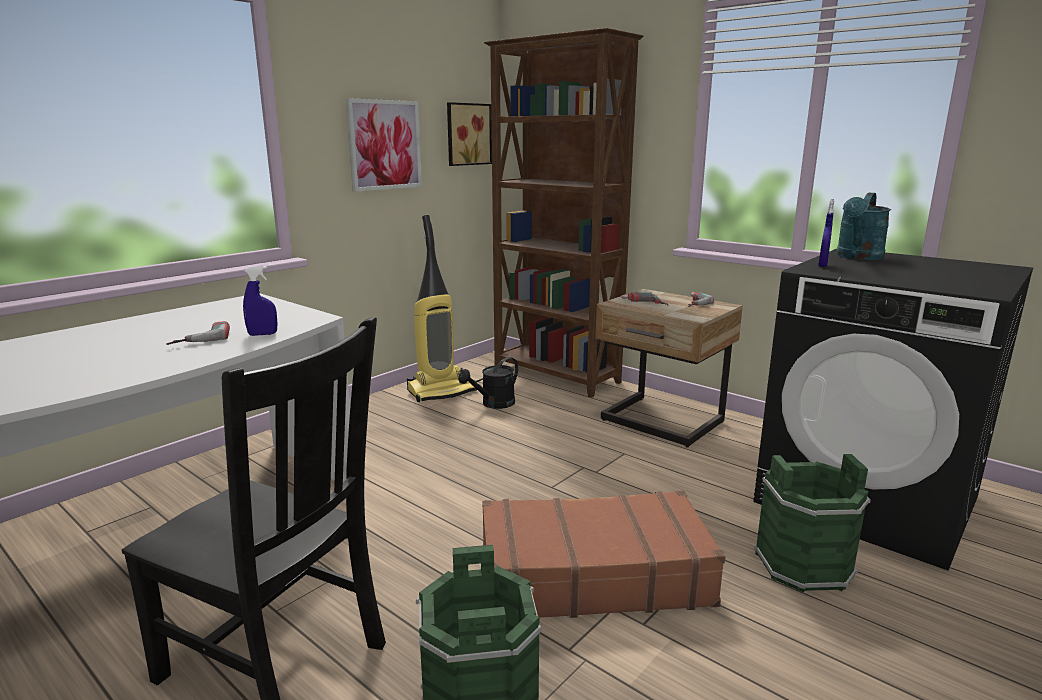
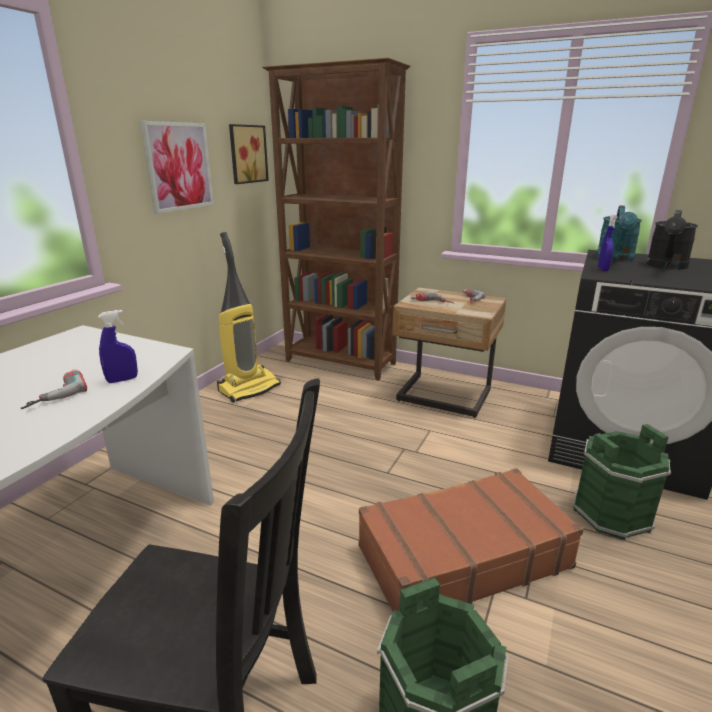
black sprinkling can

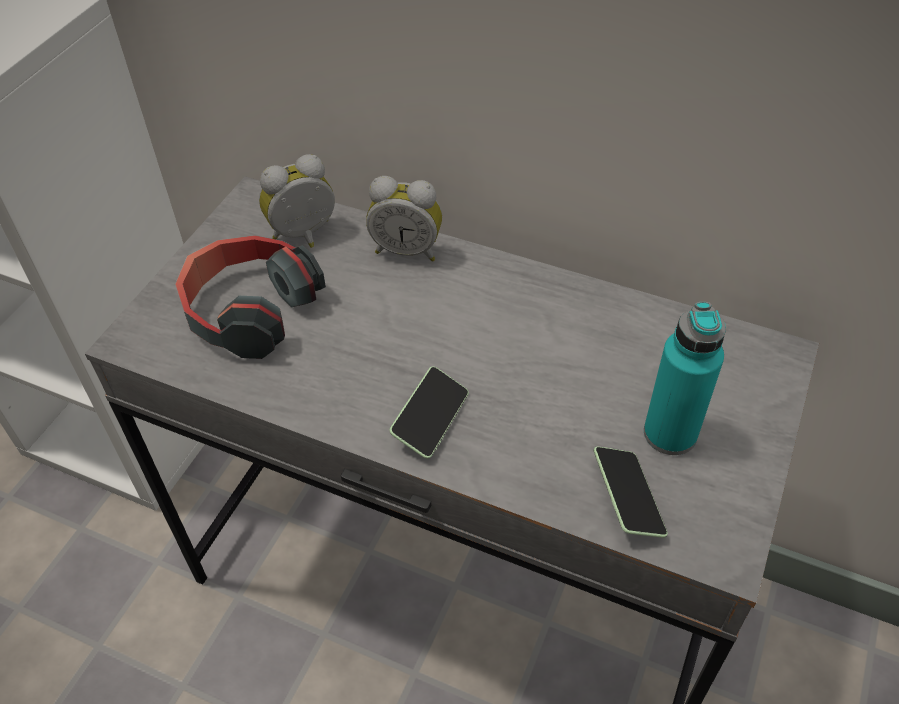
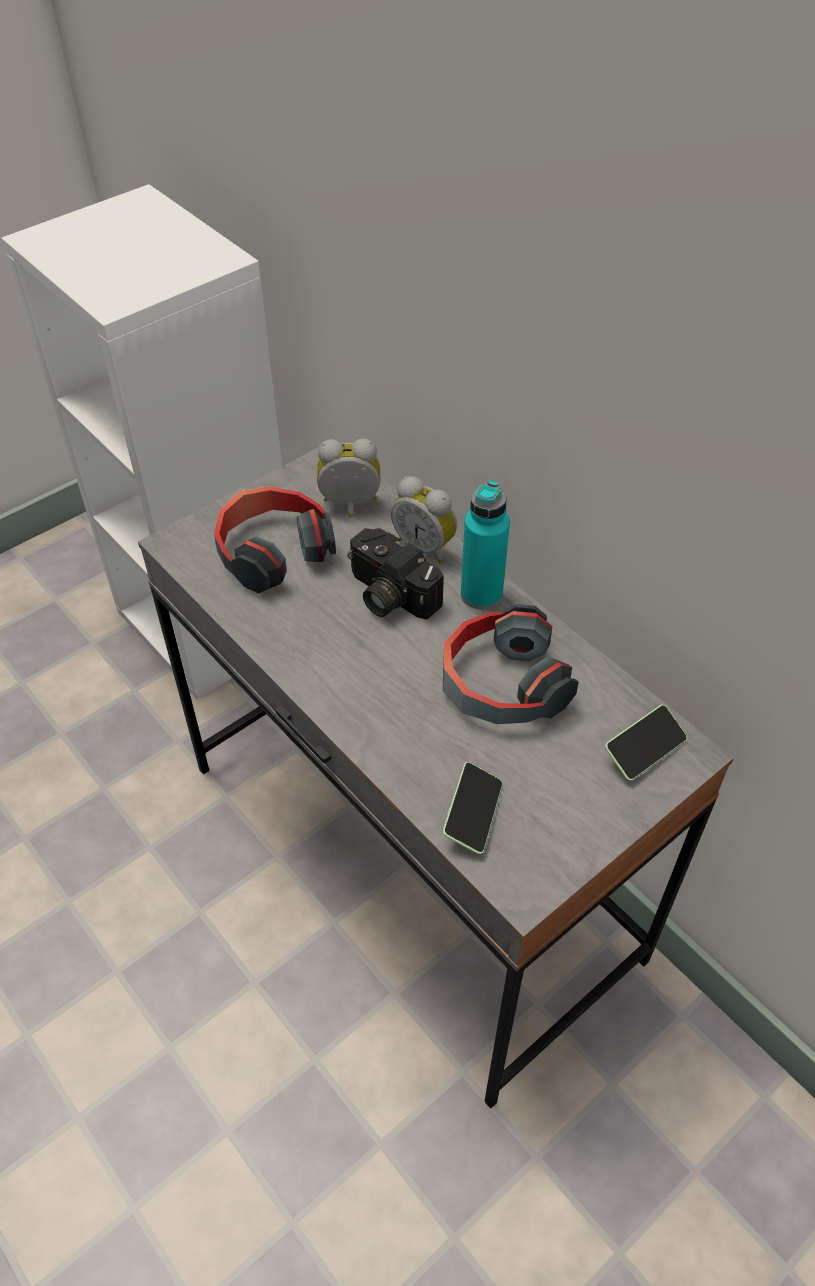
blue-green beverage bottle
telephone (2nd from left)
still camera
headphones (2nd from left)

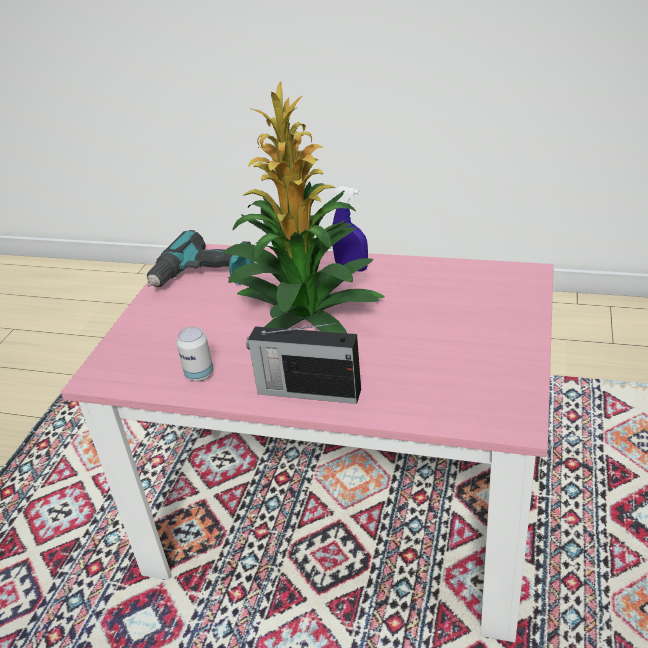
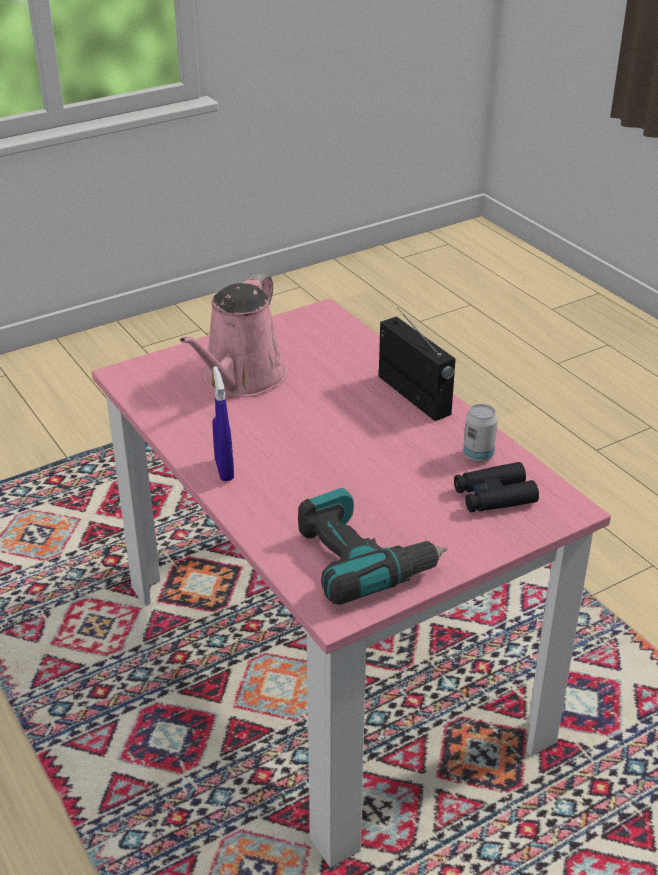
plant in a pot
pink sprinkling can
black pair of binoculars

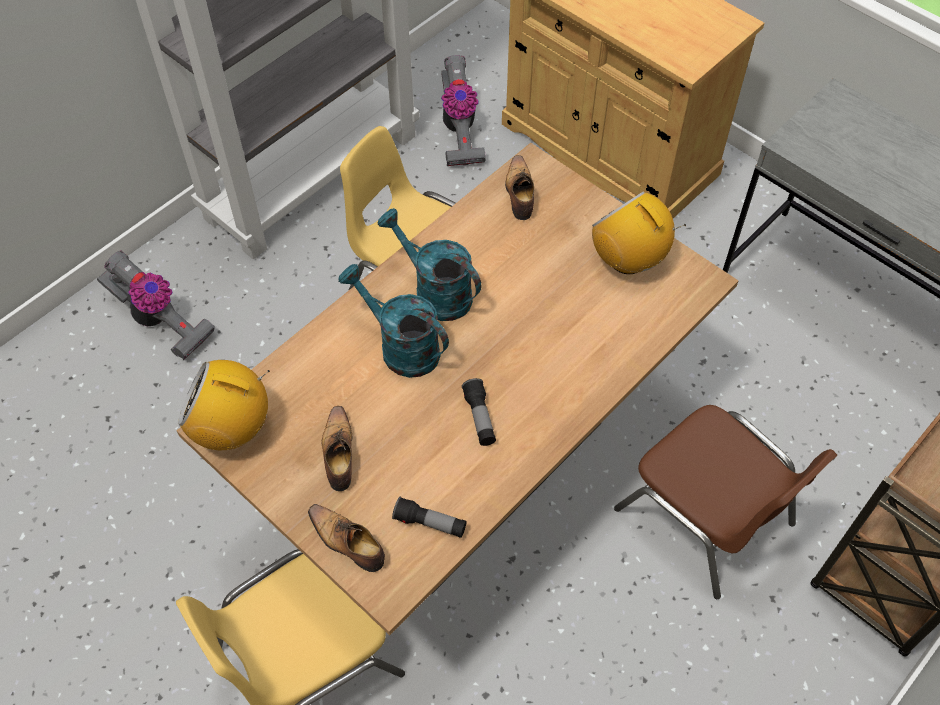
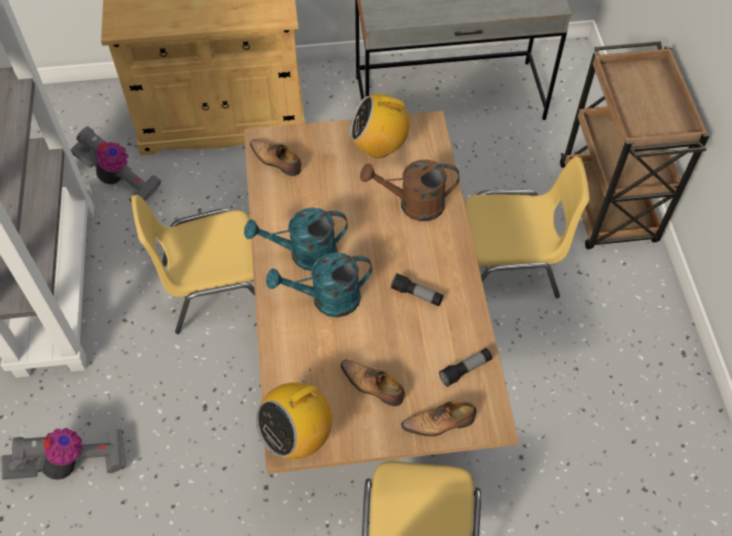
yellow-coloured chair (3rd from left)
brown-coloured sprinkling can

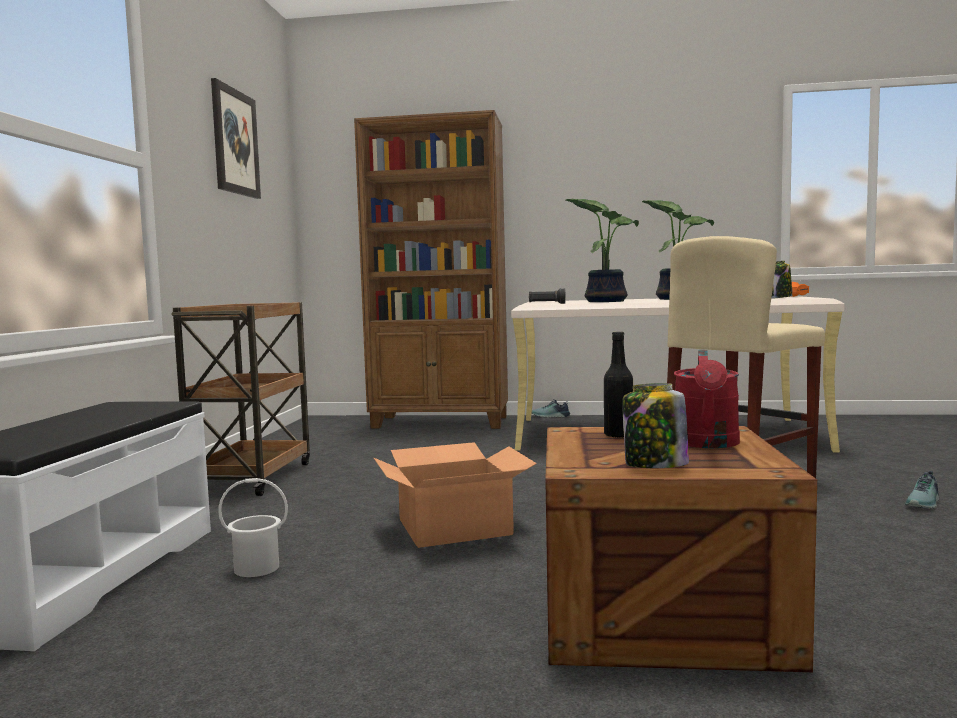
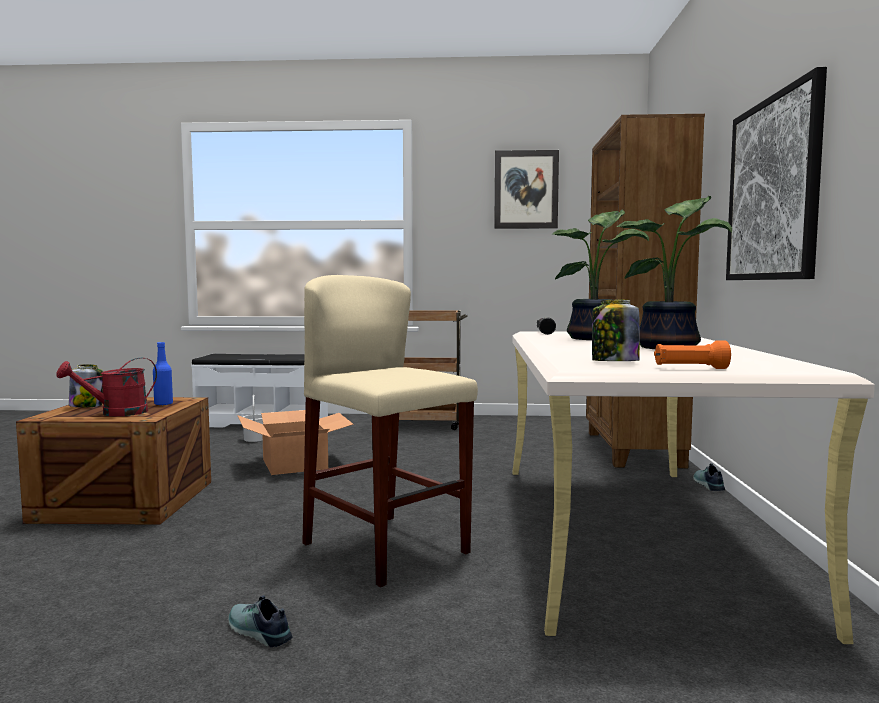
bluish beverage bottle
red sprinkling can
wall art (2nd from left)

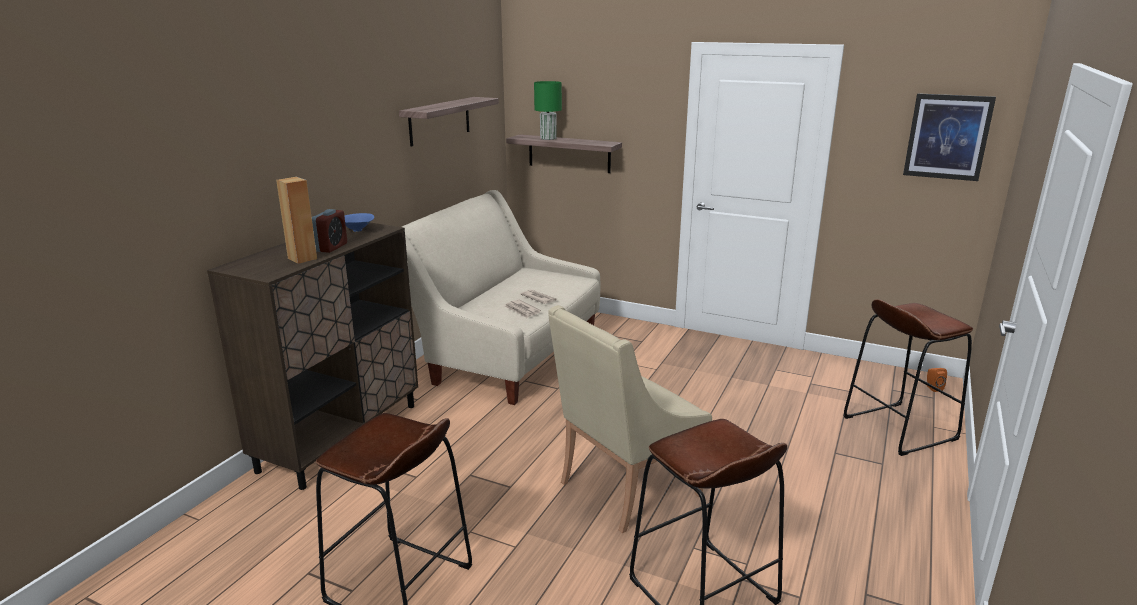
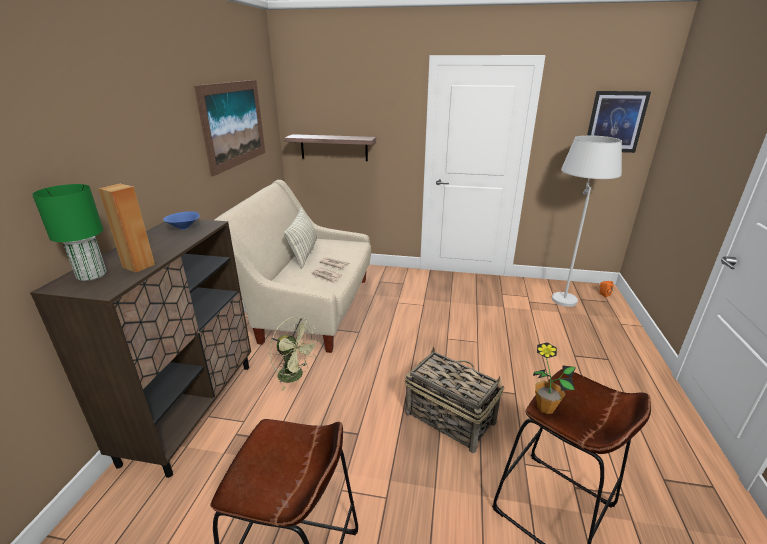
greenish table lamp
wall art (1st from left)
table clock
brown-coloured stool seat (3rd from left in the first image)
basket
whitish standard lamp
throw pillow
greenish cooling fan
plant in a pot

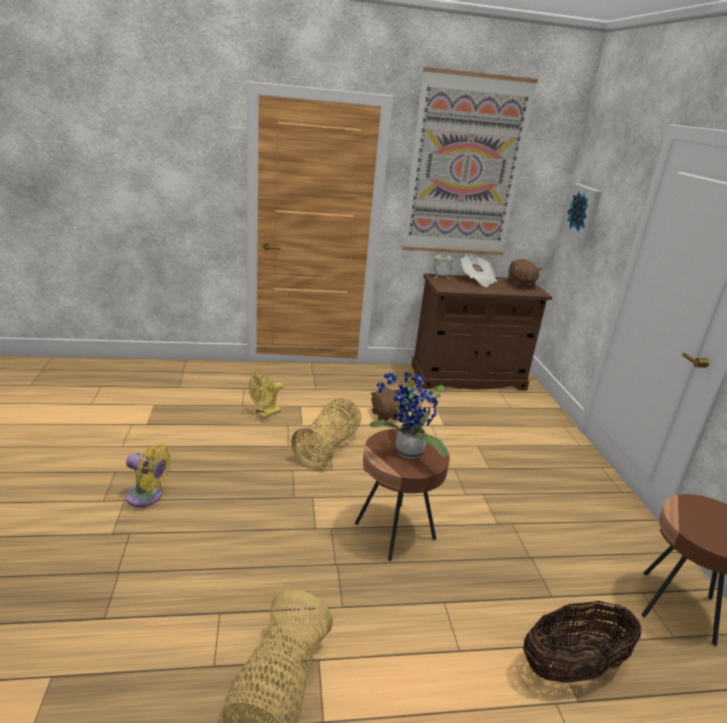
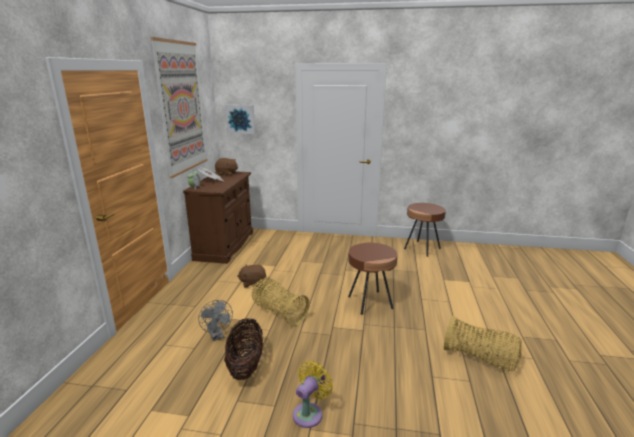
gray cooling fan
plant in a pot
basket (1st from left)

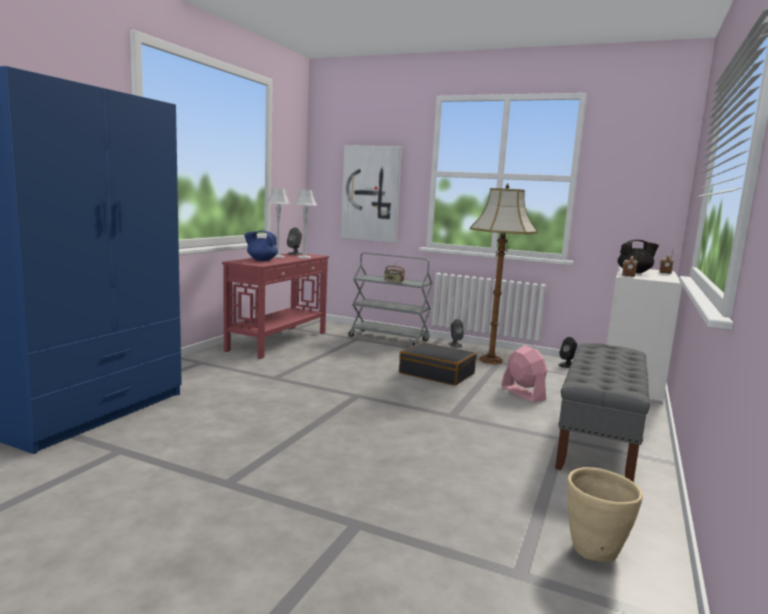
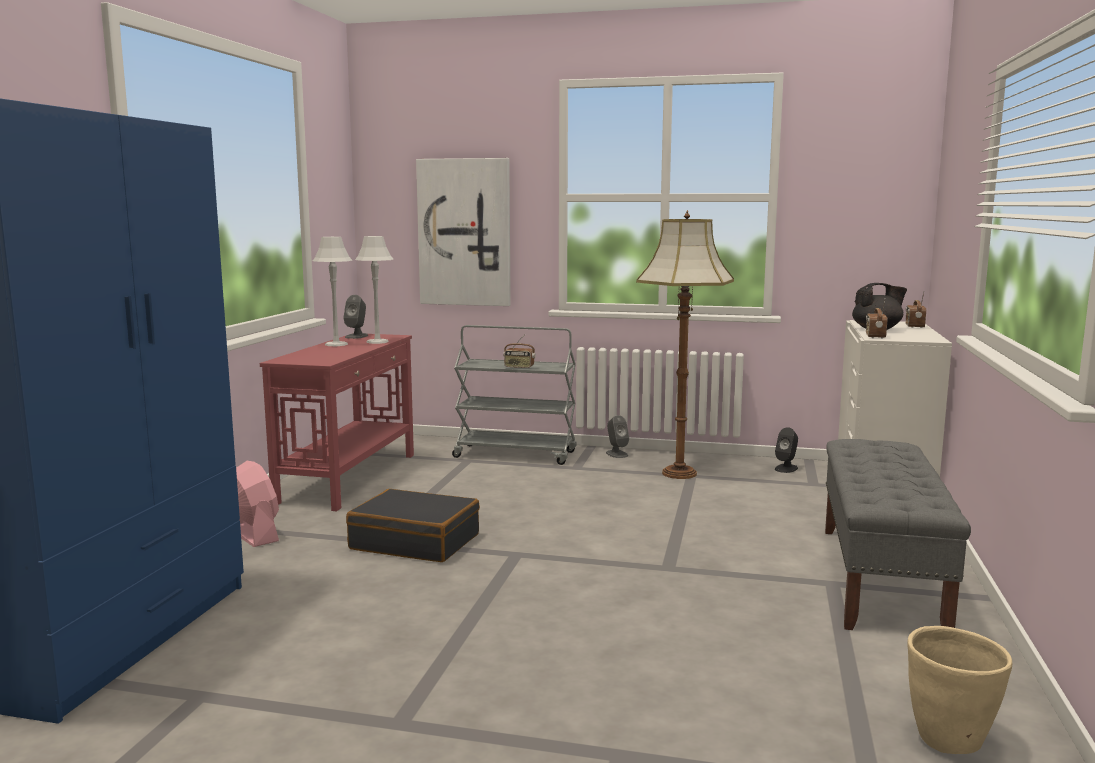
bluish teapot
black suitcase
pink cooling fan

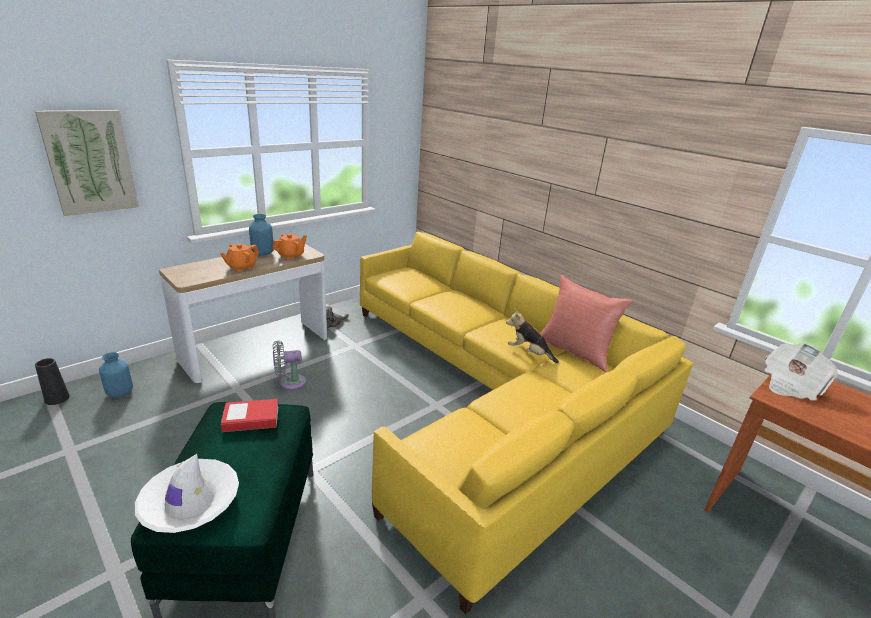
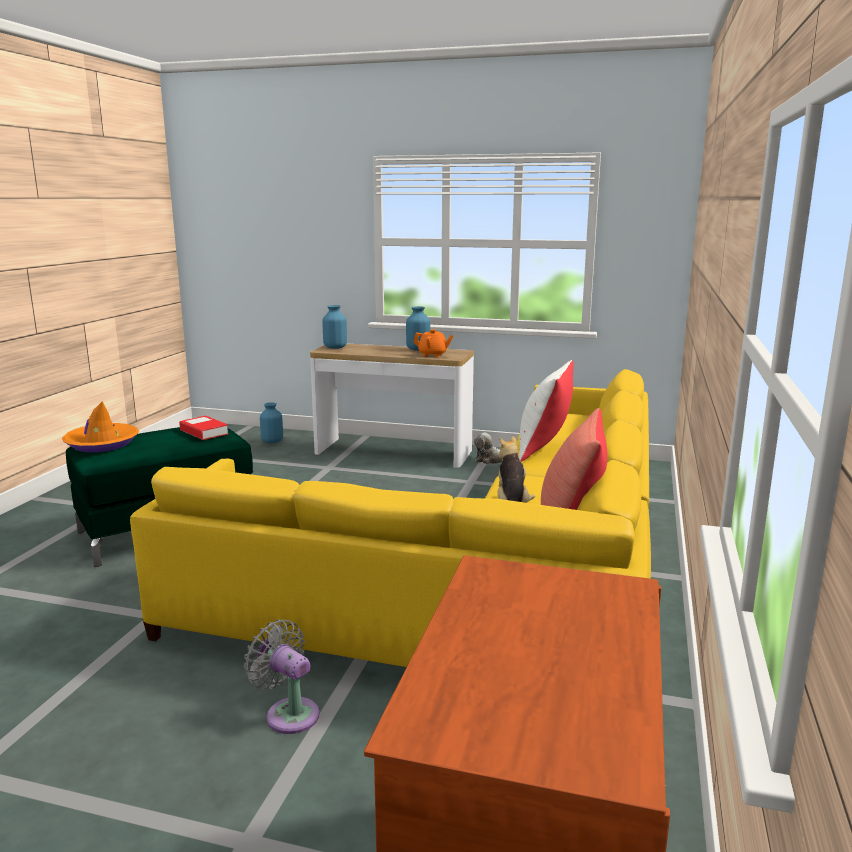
wall art
orange-coloured teapot (1st from left in the first image)
gray cooling fan
daily paper
black flower vase
orange-coloured wearable hat
bluish flower vase (2nd from left)
whitish throw pillow

